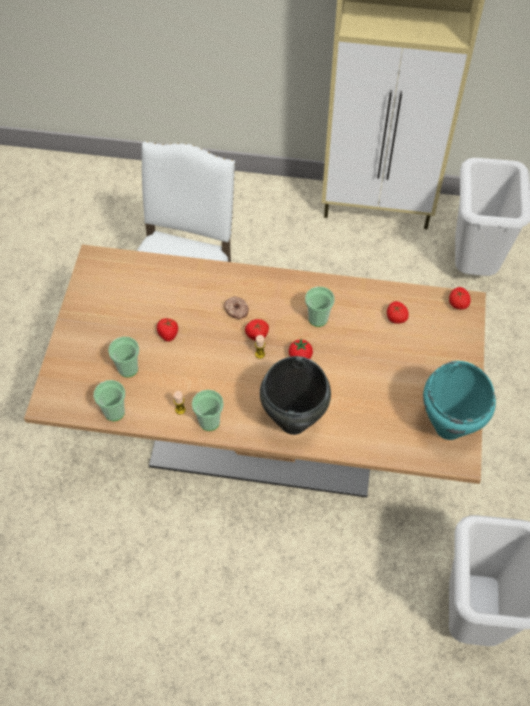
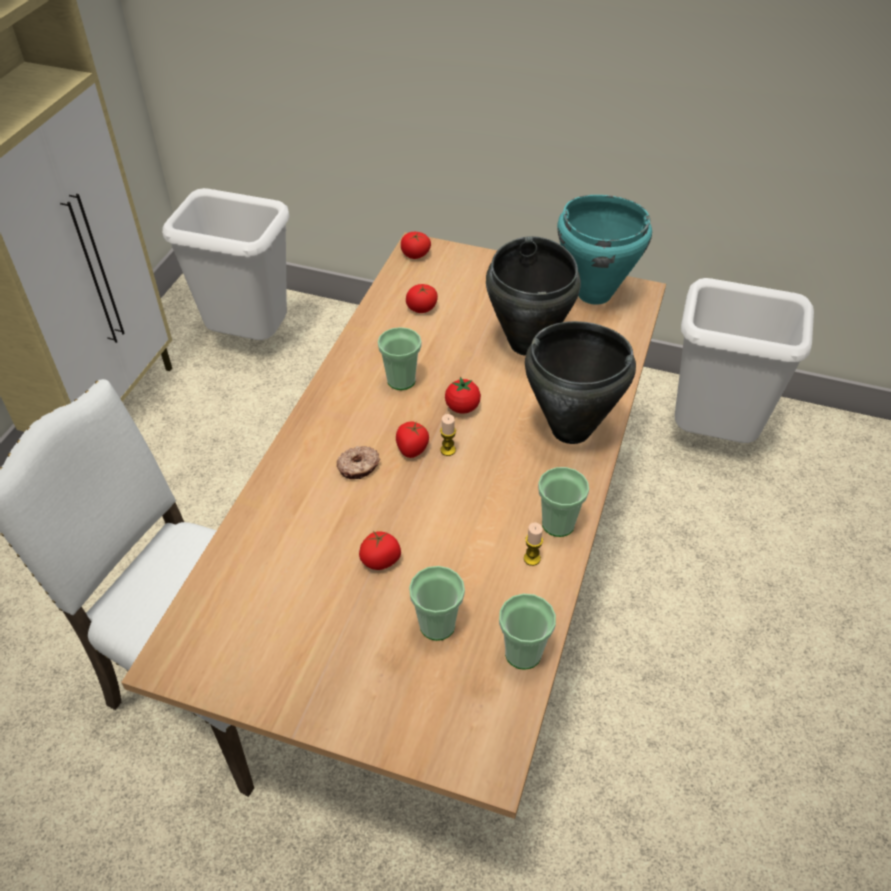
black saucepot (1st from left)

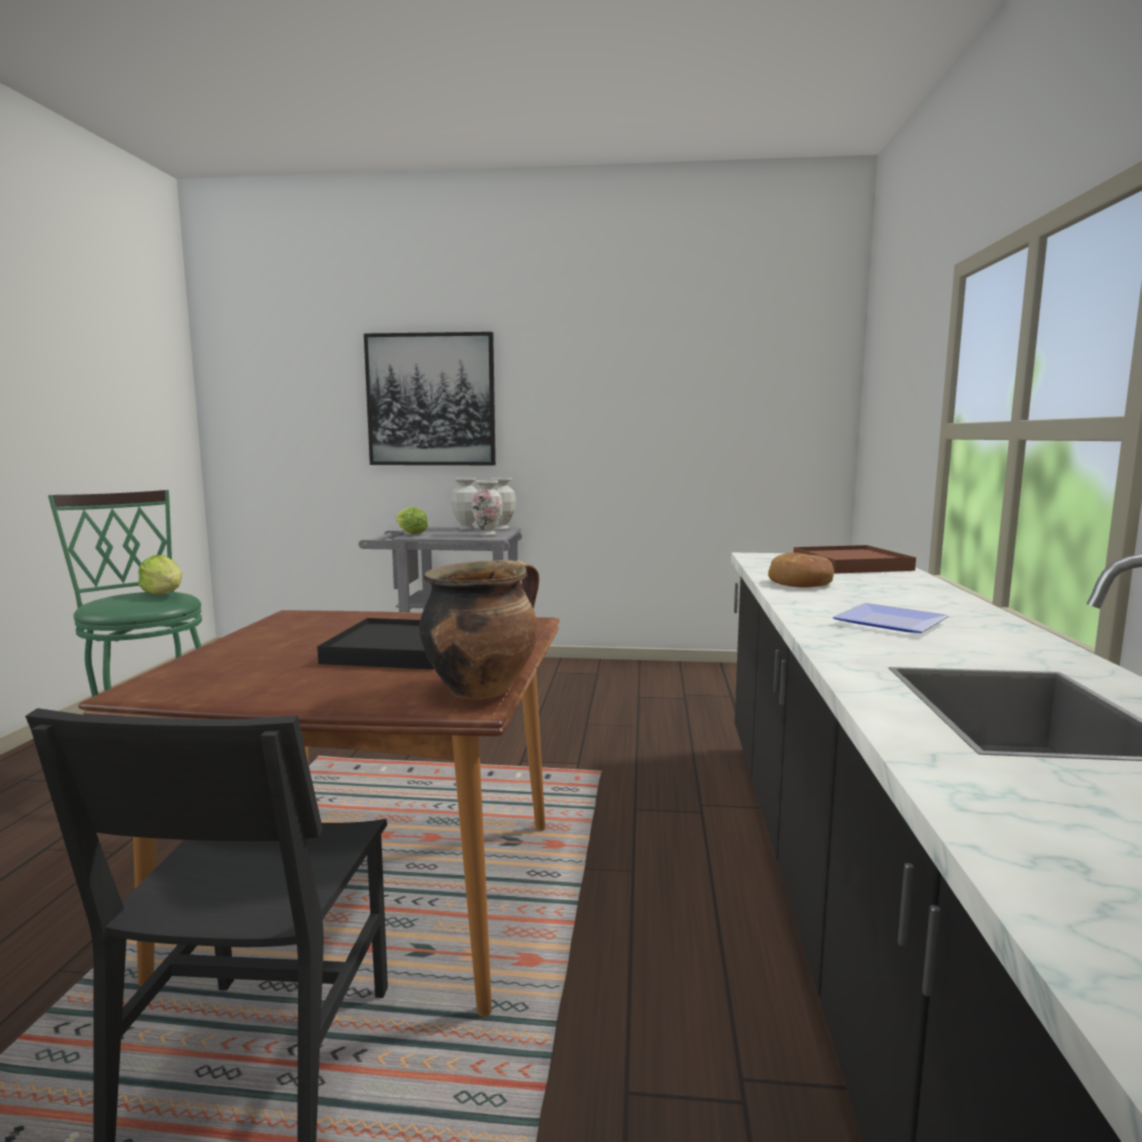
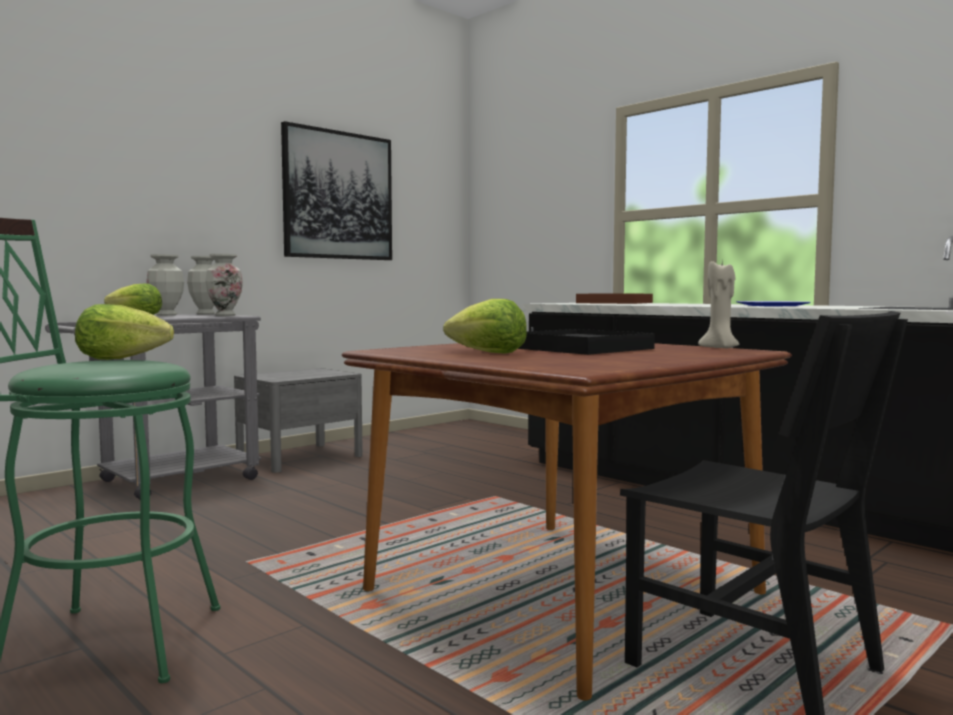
wall art
baked bread
beige-coloured wax light
head of lettuce (3rd from left)
gray night table

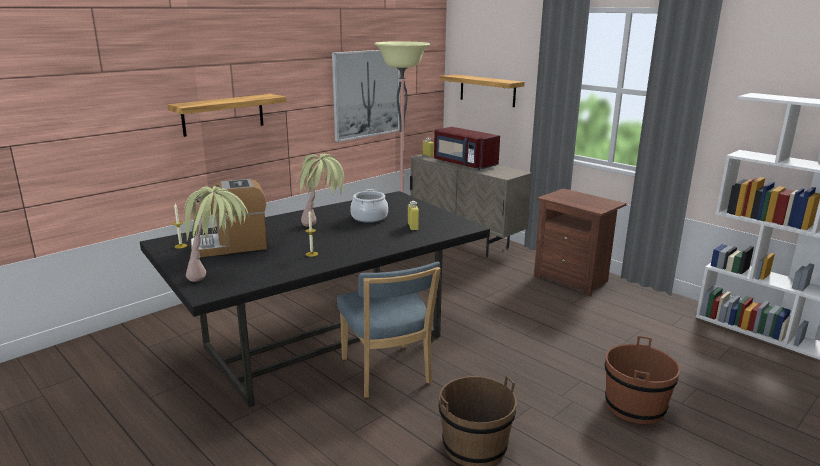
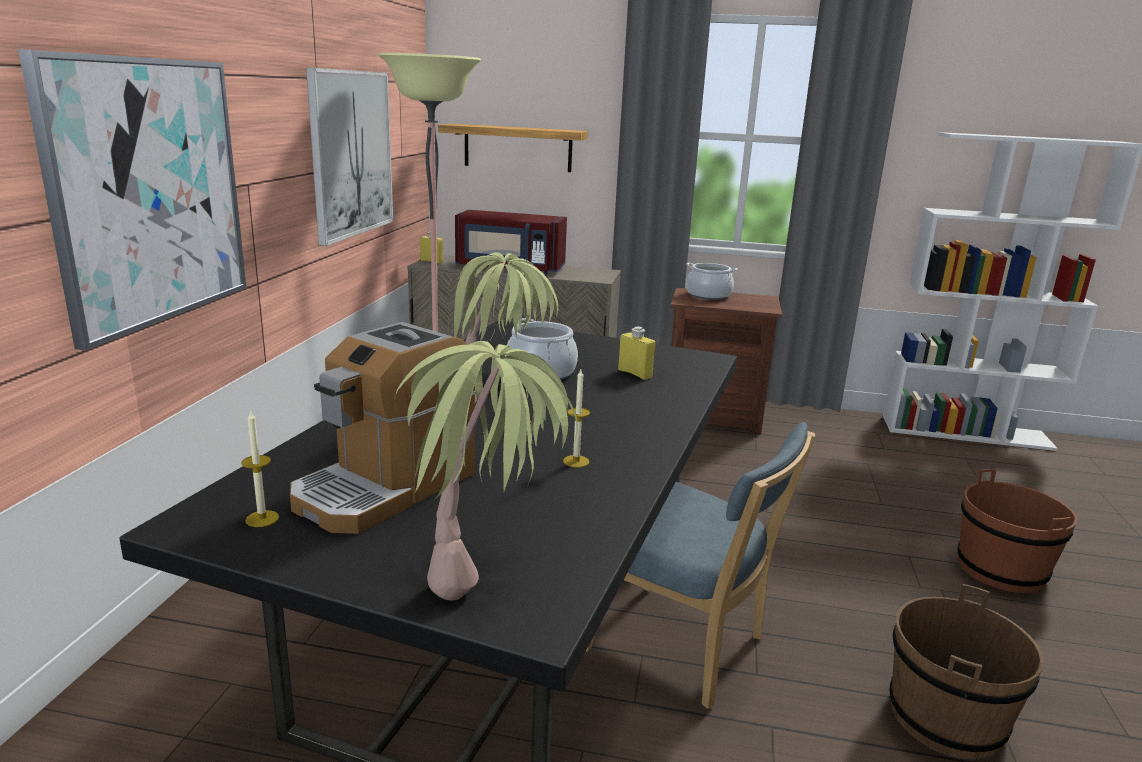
wall art (1st from left)
saucepot (2nd from left)

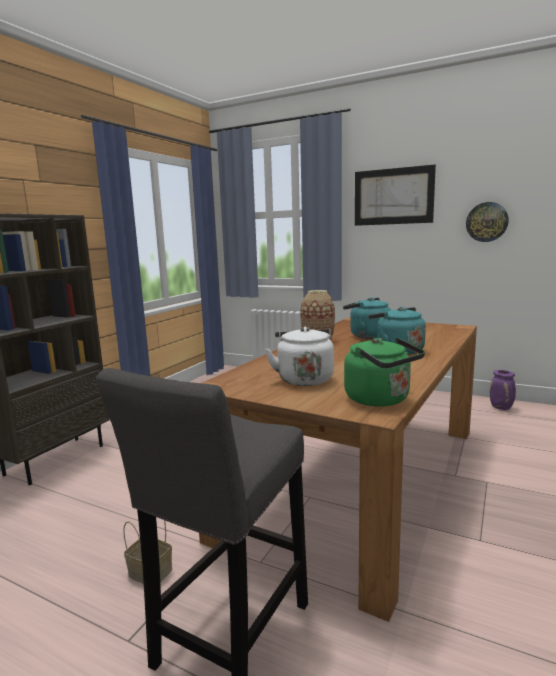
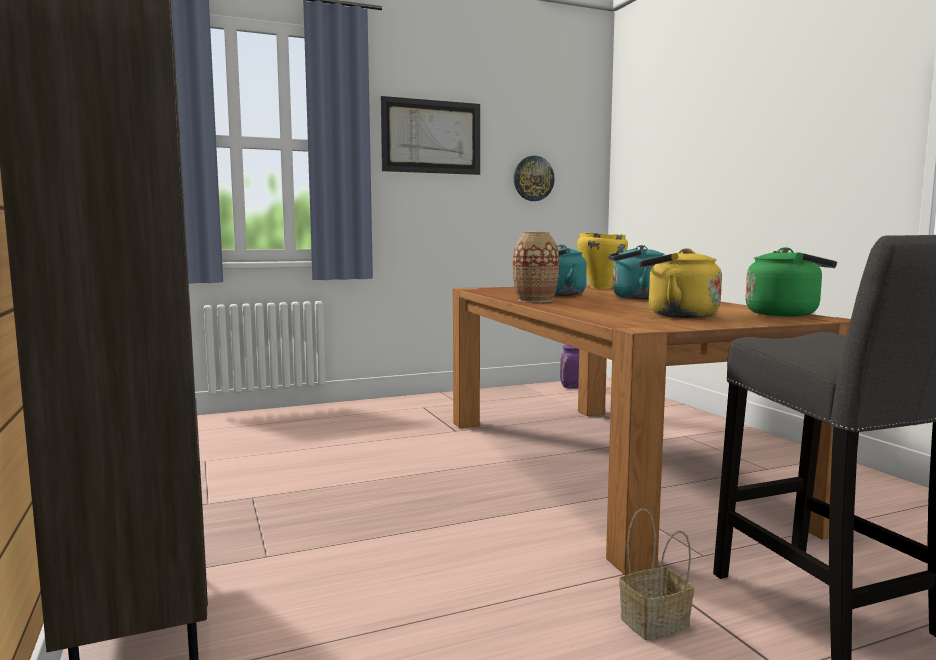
yellow-coloured water kettle
yellow-coloured saucepot

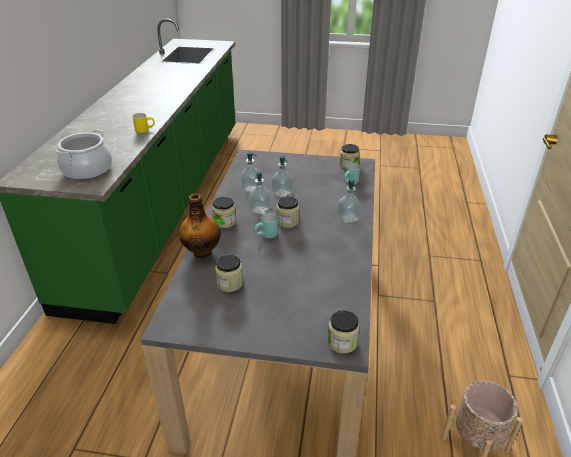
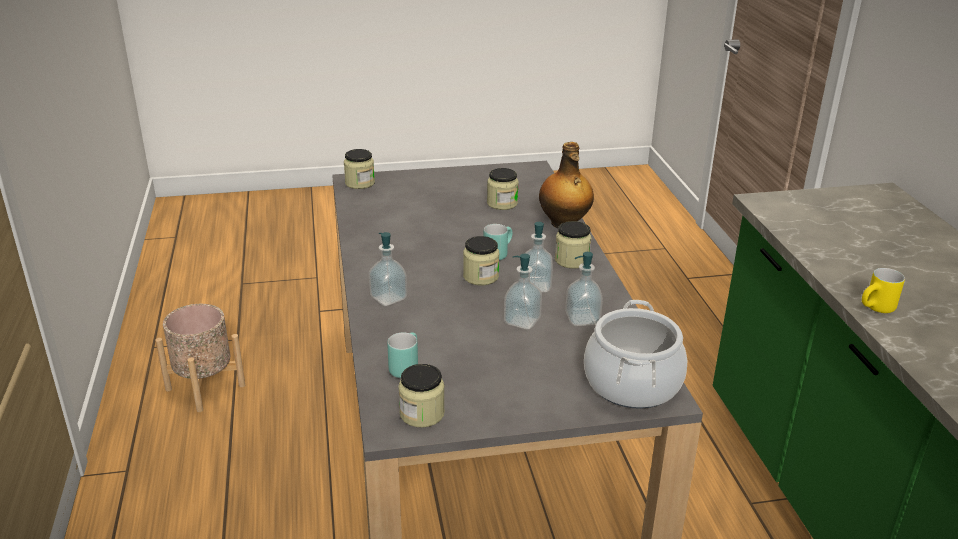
saucepot

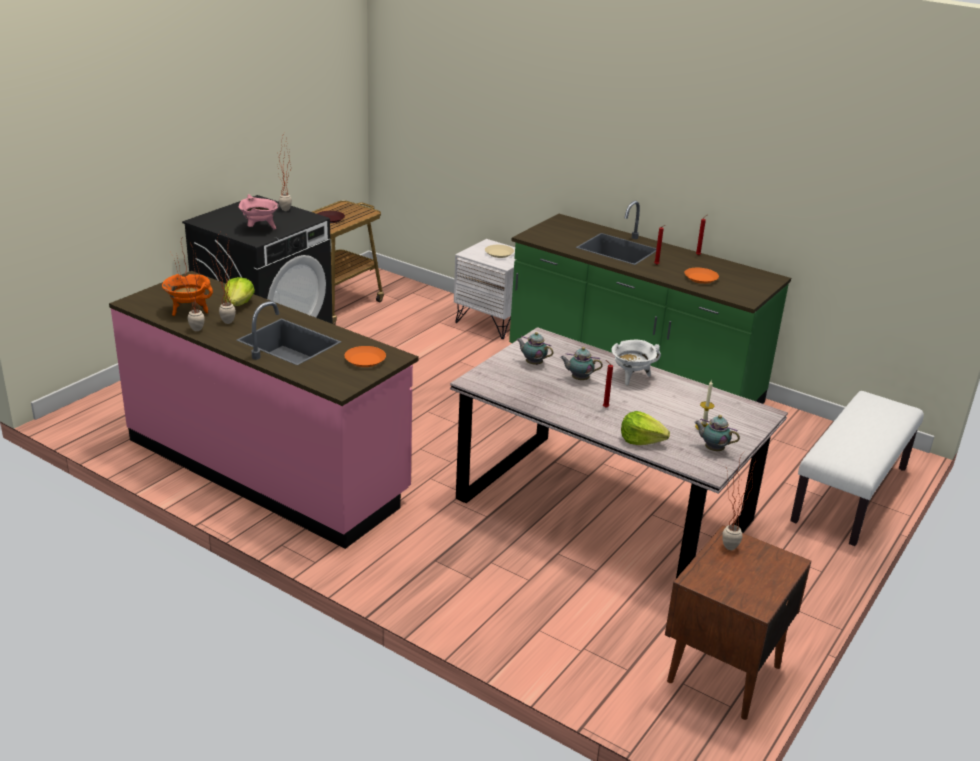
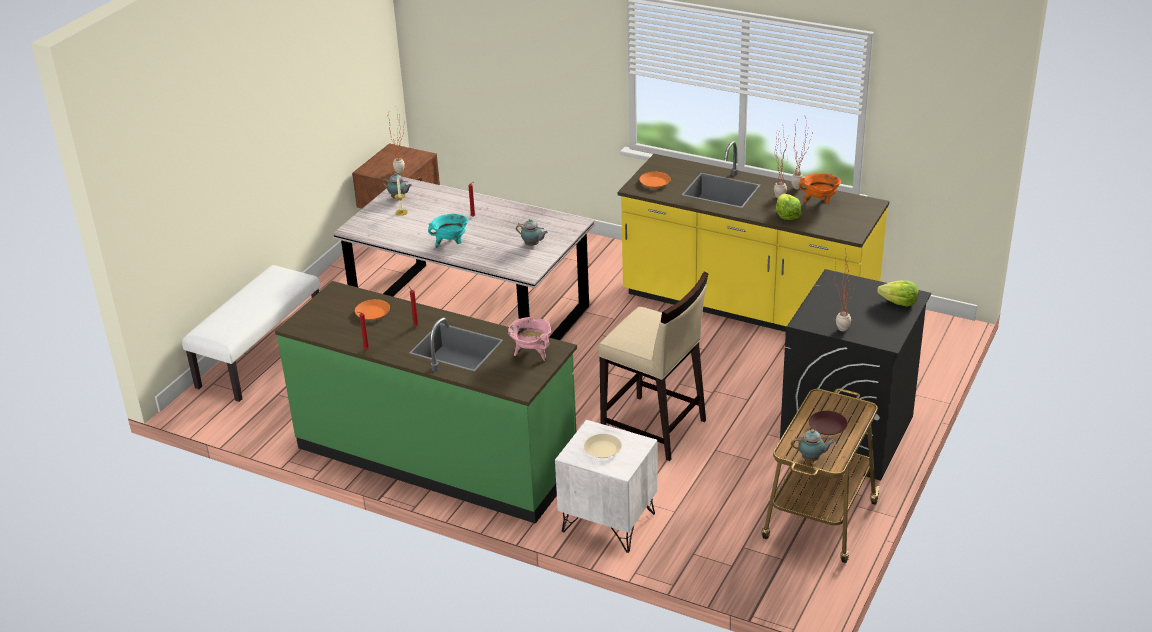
pink saucepot
yellow-coloured kitchen base unit
blue-green saucepot
teapot (3rd from left)
head of lettuce (2nd from left)
beige-coloured stool seat

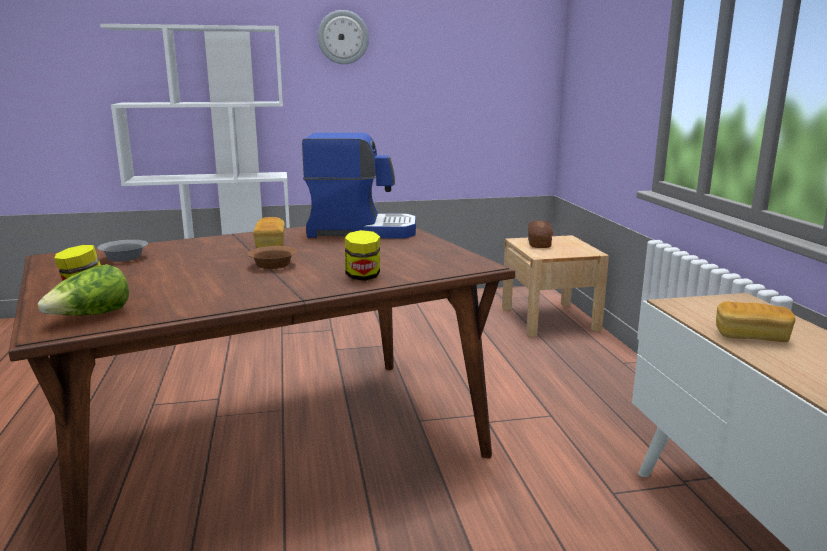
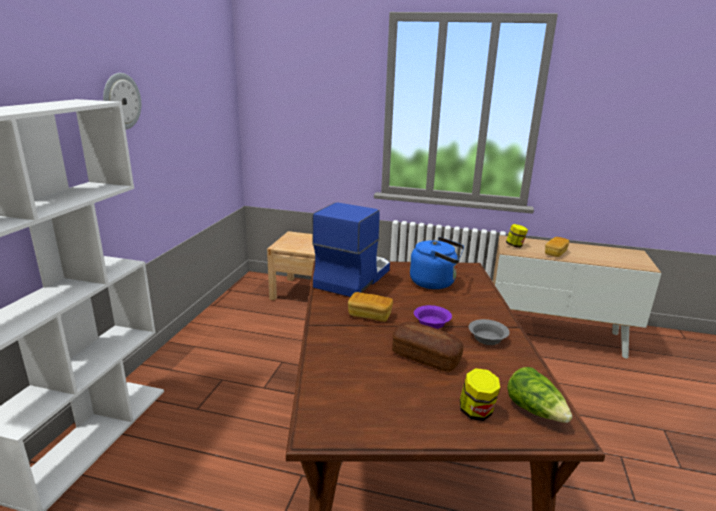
baked bread (2nd from left)
jar (2nd from left)
gray serving bowl
purplish serving bowl
bluish water kettle

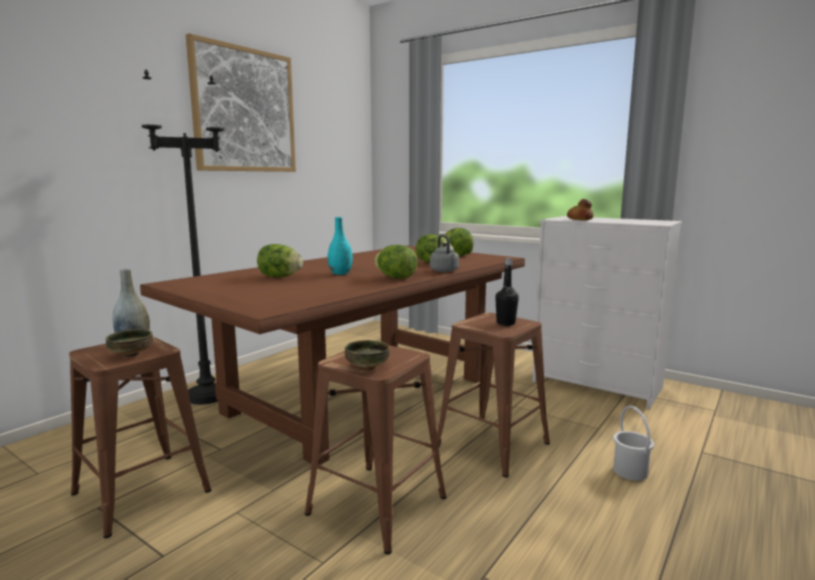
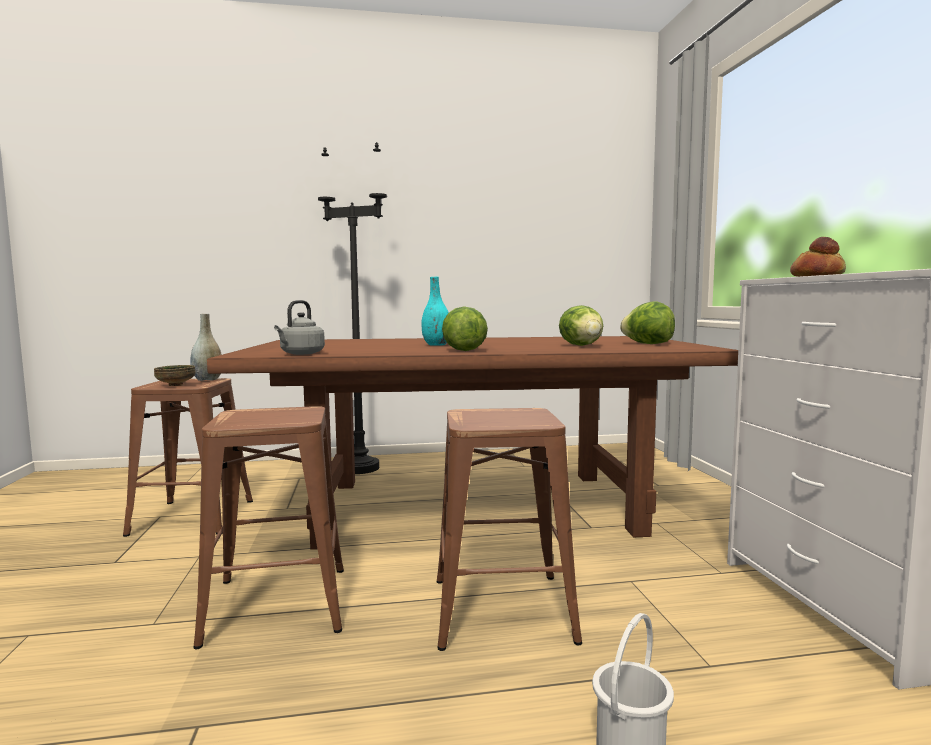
wall art
gray water kettle
head of lettuce (1st from left in the first image)
black beverage bottle
serving bowl (2nd from left in the first image)

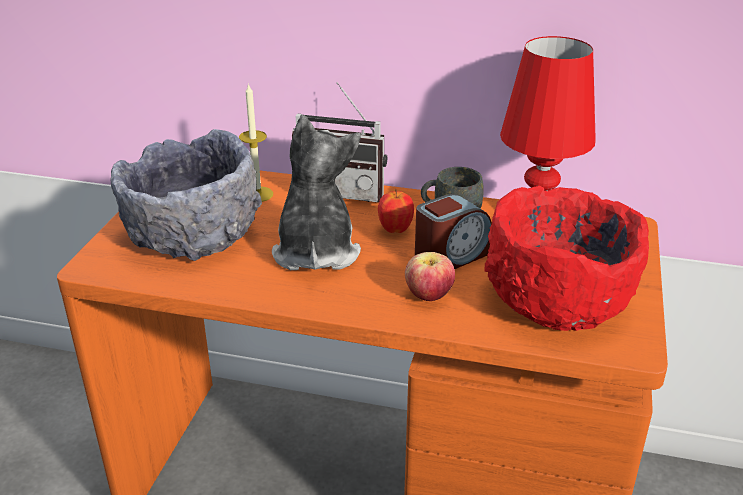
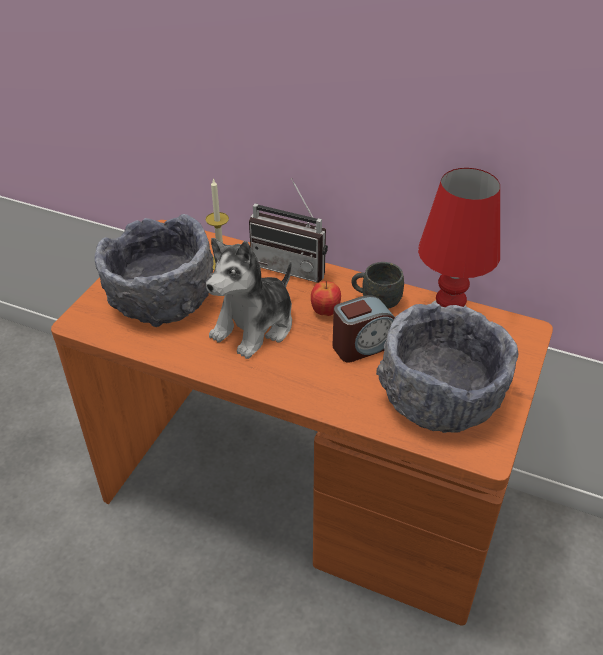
soft toy
gray serving bowl (2nd from left)
apple fruit (2nd from left in the first image)

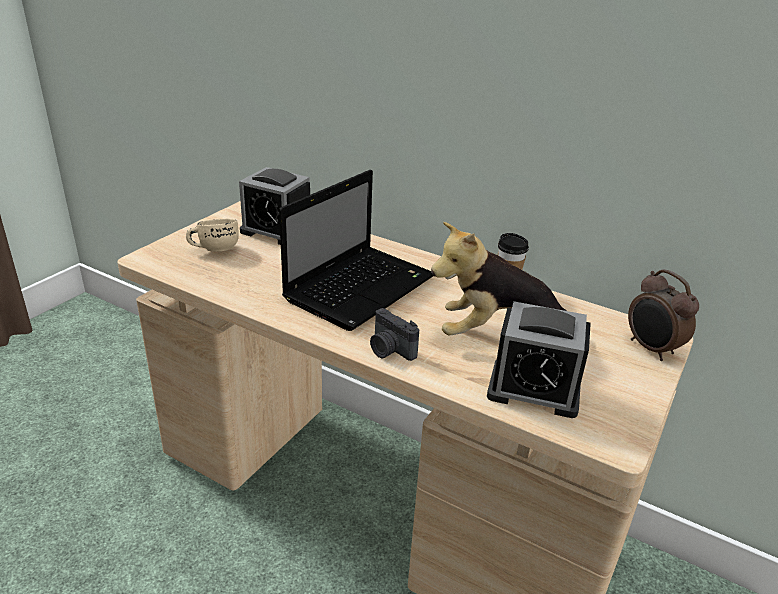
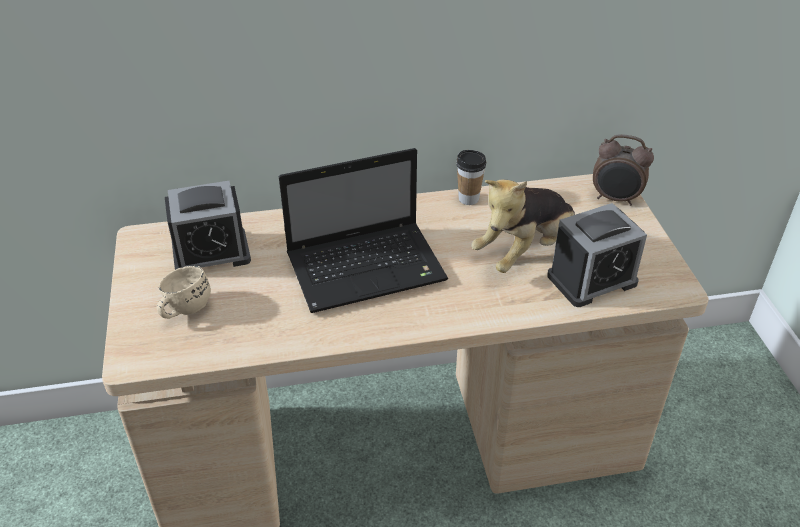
notebook computer
still camera

